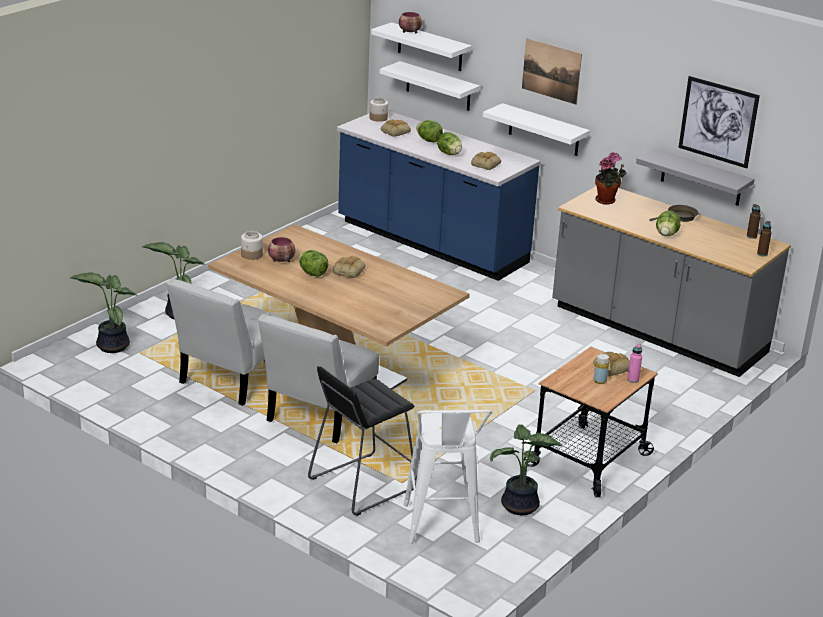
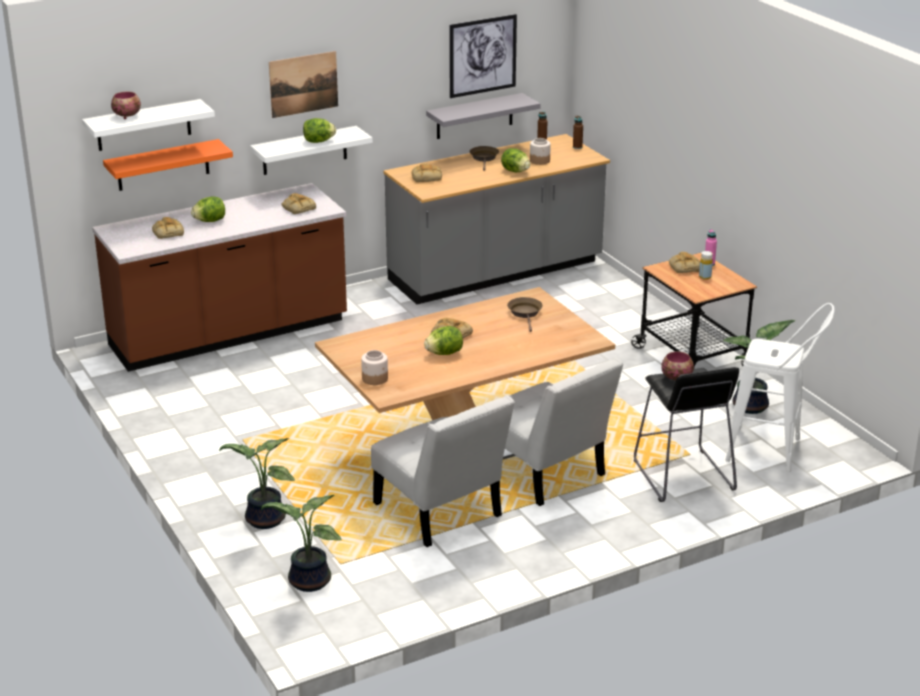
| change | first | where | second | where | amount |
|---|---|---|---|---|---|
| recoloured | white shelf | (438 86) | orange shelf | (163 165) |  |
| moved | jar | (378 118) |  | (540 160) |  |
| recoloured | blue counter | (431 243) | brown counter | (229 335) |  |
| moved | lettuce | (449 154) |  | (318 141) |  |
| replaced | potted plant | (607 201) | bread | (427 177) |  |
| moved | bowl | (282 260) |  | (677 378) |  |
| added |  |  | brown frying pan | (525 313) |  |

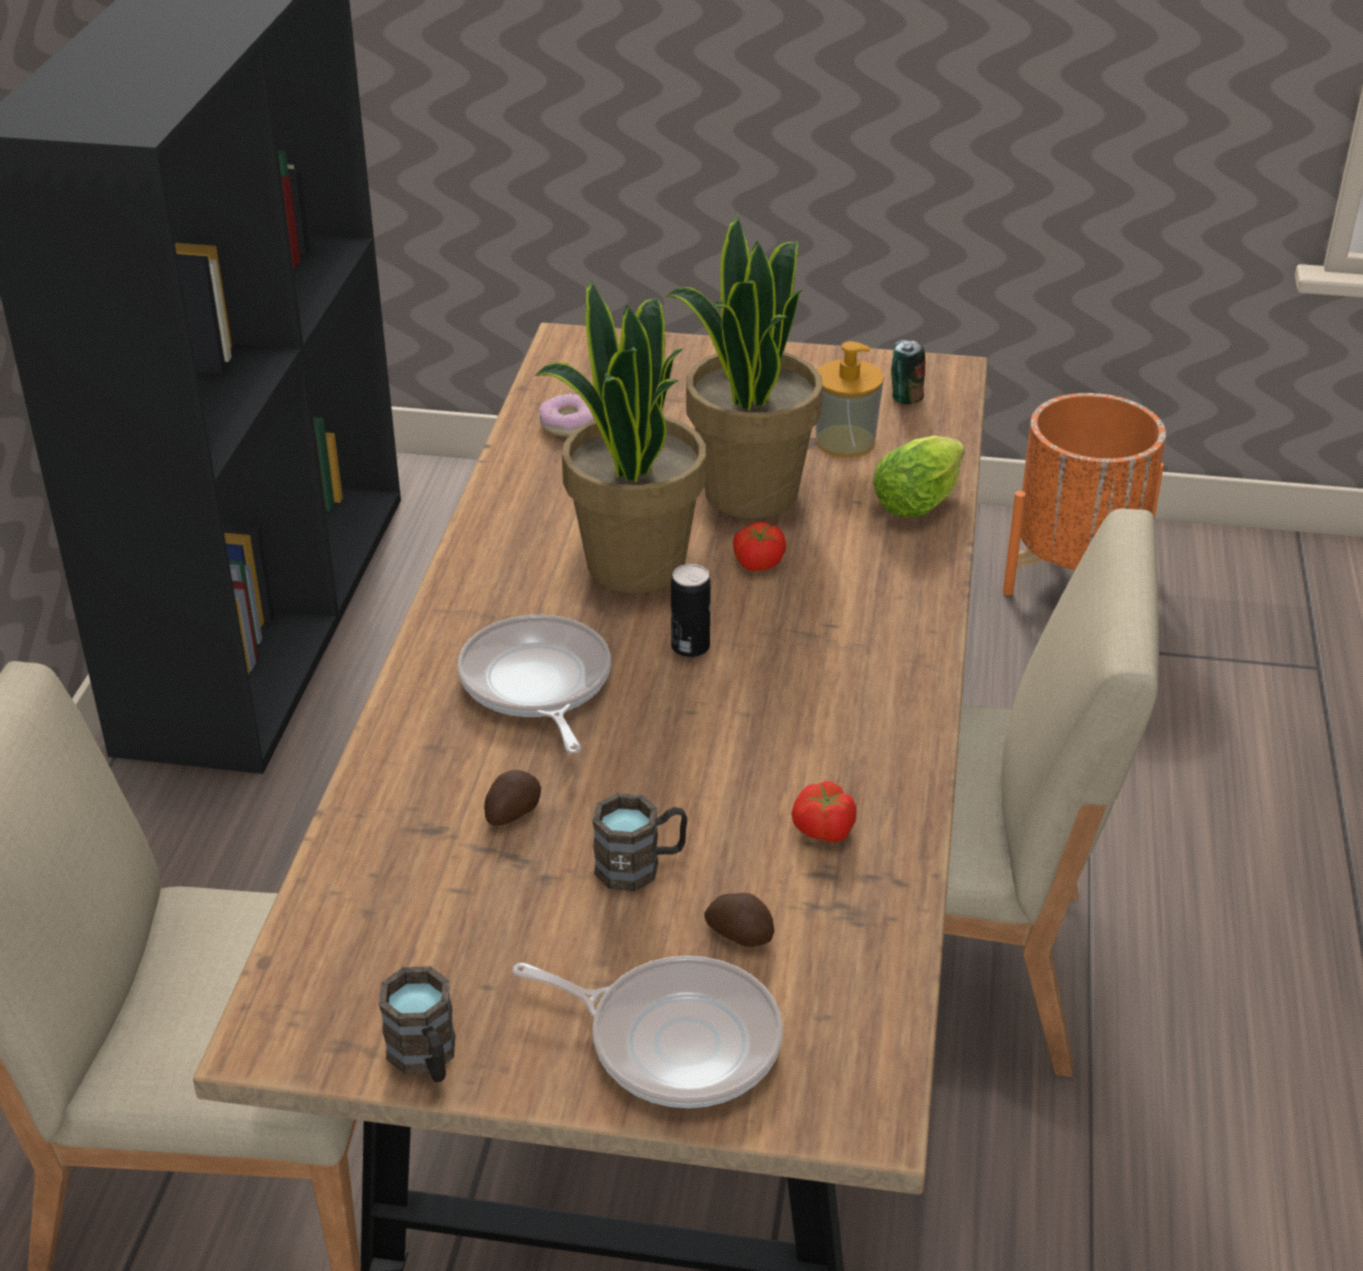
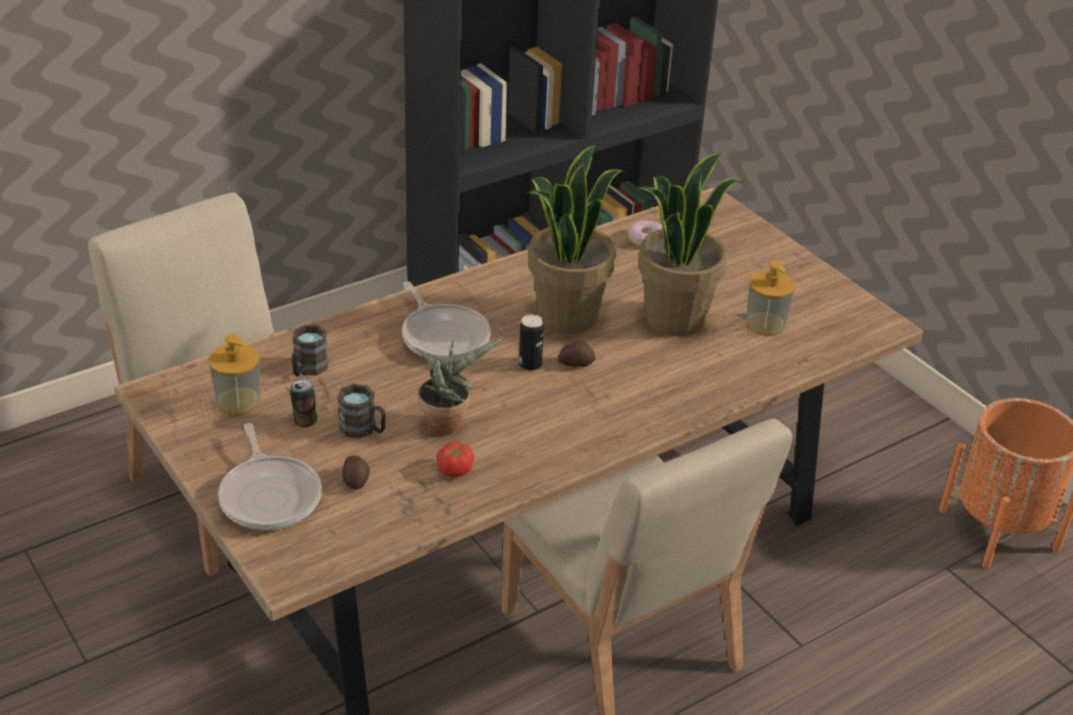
| change | first | where | second | where | amount |
|---|---|---|---|---|---|
| moved | can | (905 397) |  | (305 420) |  |
| removed | lettuce | (921 501) |  |  |  |
| removed | tomato | (757 562) |  |  |  |
| turned | frying pan | (536 685) |  | (443 336) | 120 degrees clockwise |
| moved | potato | (512 811) |  | (576 363) |  |
| moved | brown mug | (426 1059) |  | (307 369) |  |
| added |  |  | soap dispenser | (238 401) |  |
| added |  |  | potted plant | (447 423) |  |

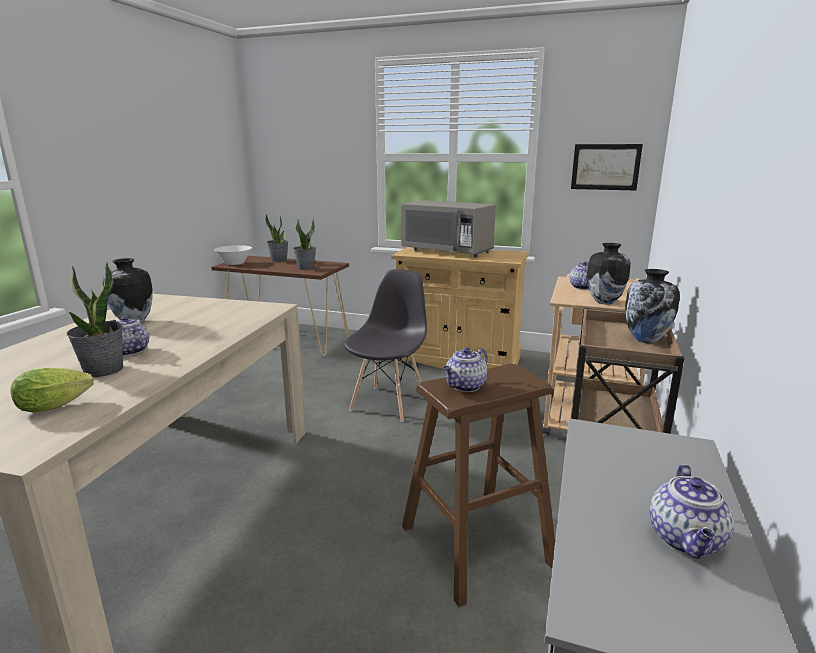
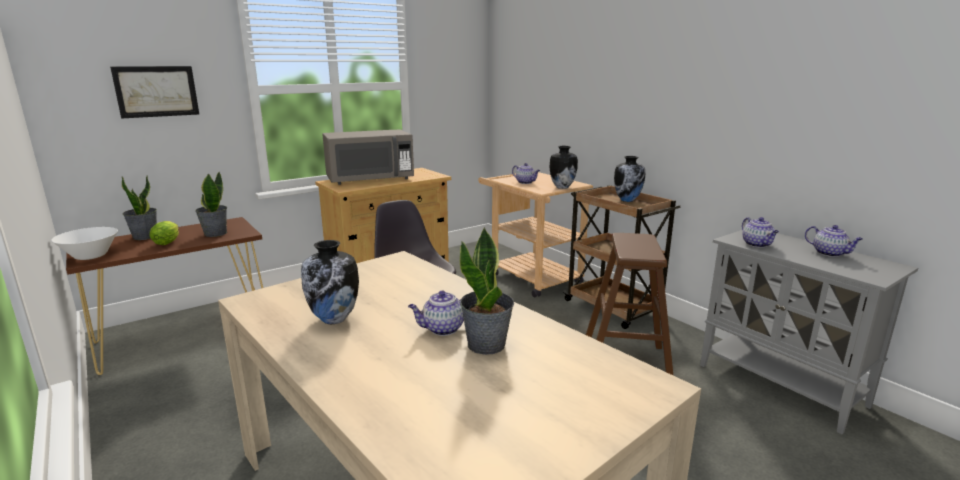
| change | first | where | second | where | amount |
|---|---|---|---|---|---|
| moved | picture | (605 167) |  | (156 91) |  |
| moved | teapot | (465 386) |  | (757 244) |  |
| moved | lettuce | (58 406) |  | (168 242) |  |

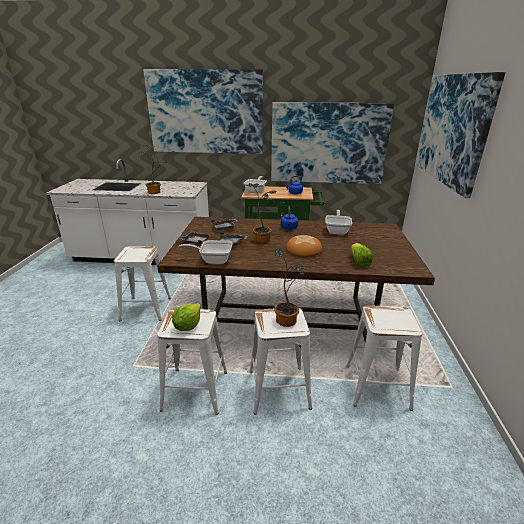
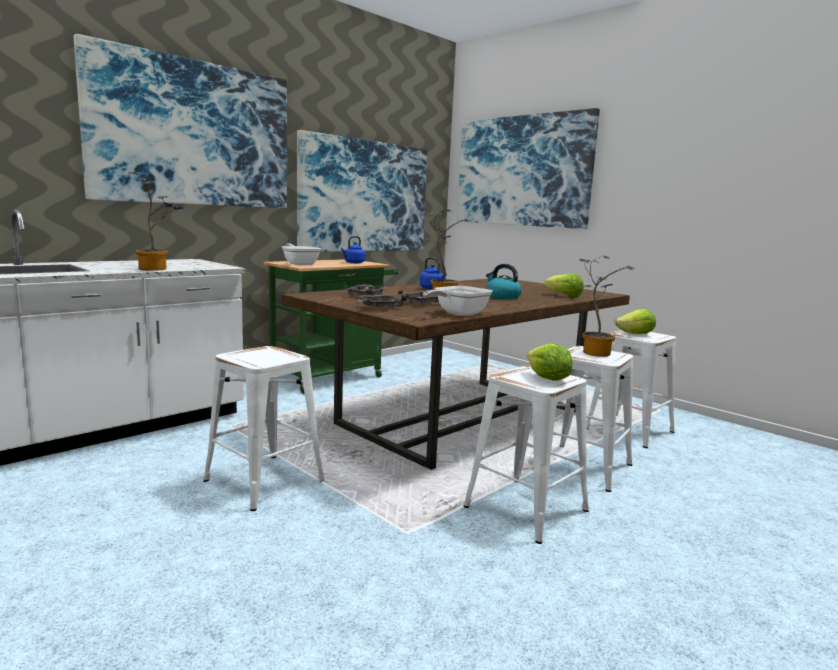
| change | first | where | second | where | amount |
|---|---|---|---|---|---|
| removed | frying pan | (337 231) |  |  |  |
| replaced | bread | (303 250) | kettle | (502 297) |  |
| added |  |  | lettuce | (636 334) |  |

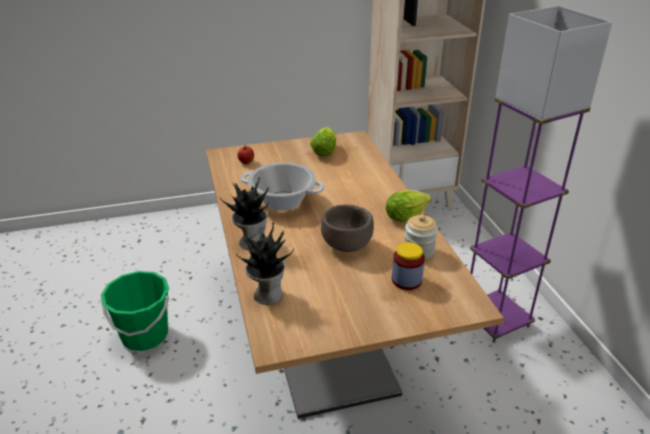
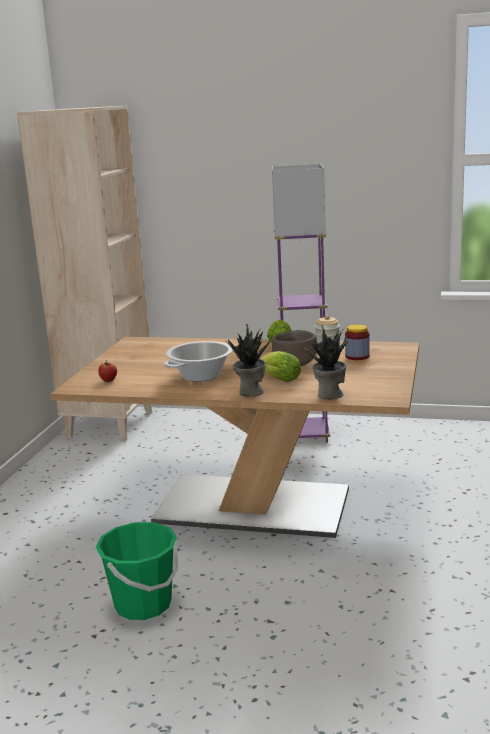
| change | first | where | second | where | amount |
|---|---|---|---|---|---|
| moved | lettuce | (325 151) |  | (278 379) |  |

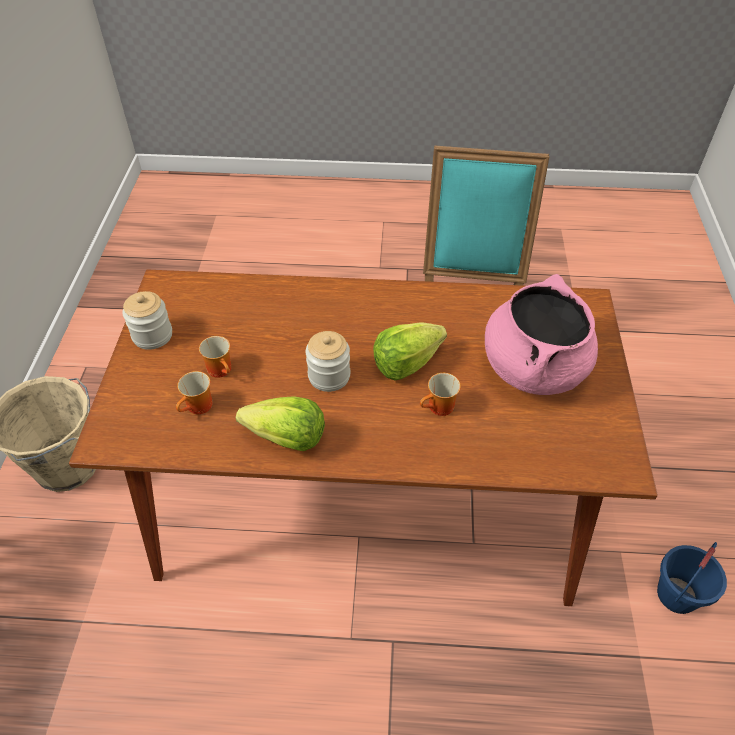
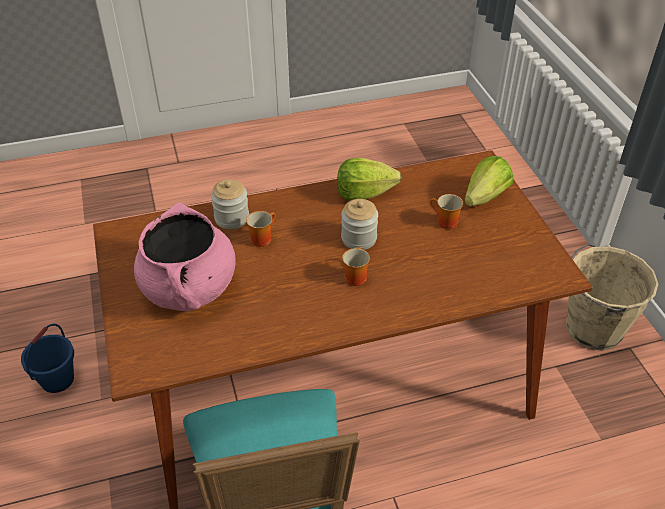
| change | first | where | second | where | amount |
|---|---|---|---|---|---|
| moved | jar | (152 335) |  | (232 218) |  |
| moved | lettuce | (406 363) |  | (485 197) |  |
| moved | mug | (199 407) |  | (354 276) |  |

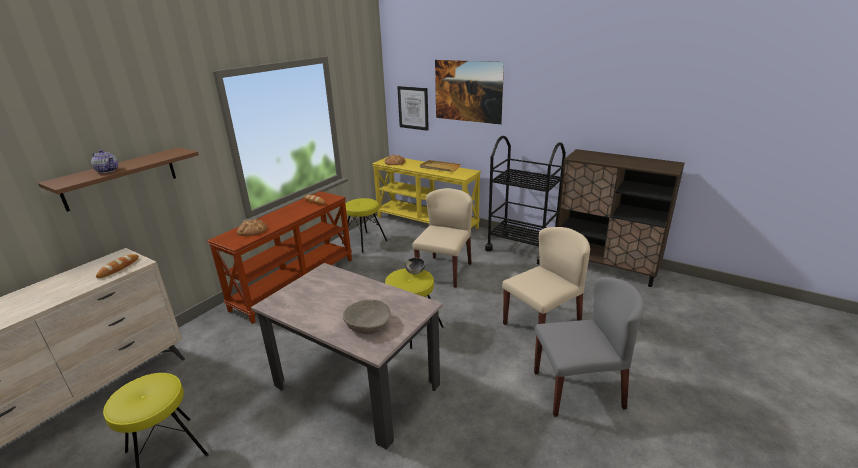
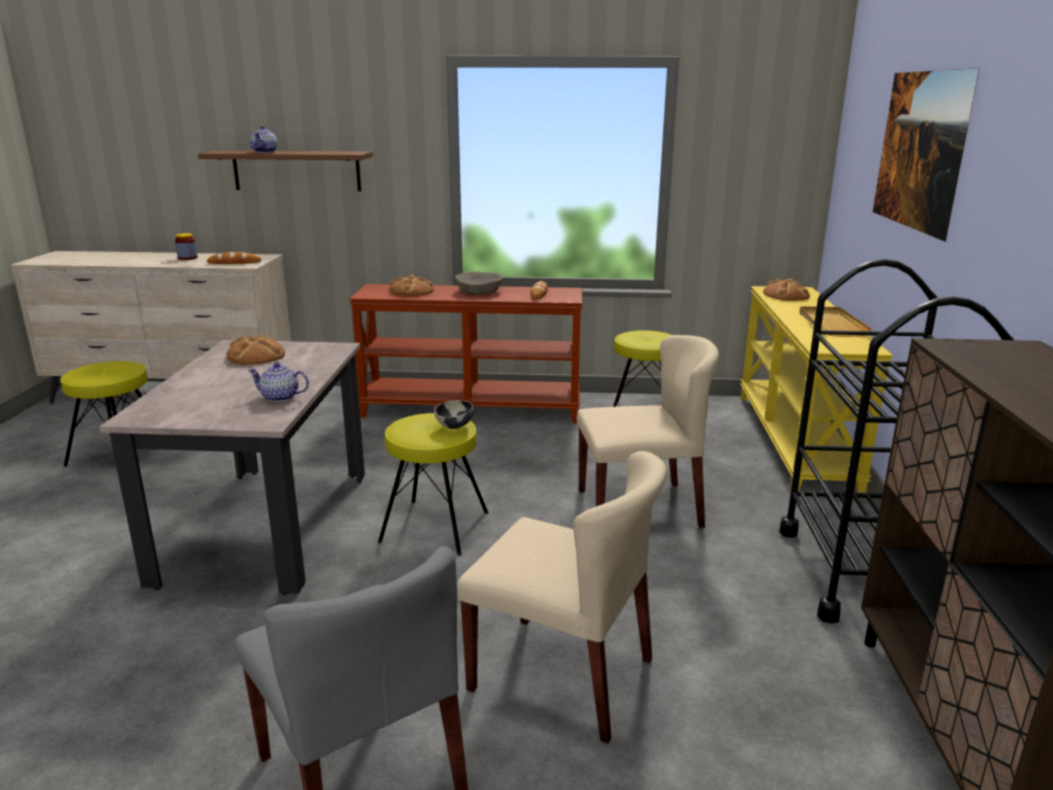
| change | first | where | second | where | amount |
|---|---|---|---|---|---|
| removed | picture | (413 108) |  |  |  |
| moved | beige bowl | (367 324) |  | (479 291) |  |
| added |  |  | jar | (187 258) |  |
| added |  |  | bread | (255 356) |  |
| added |  |  | teapot | (280 397) |  |

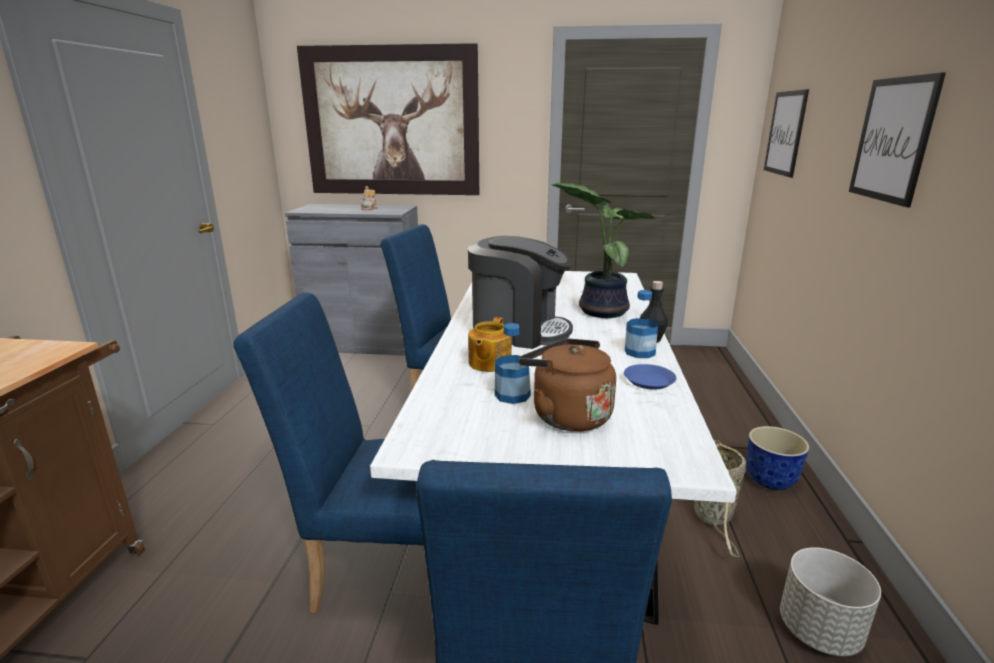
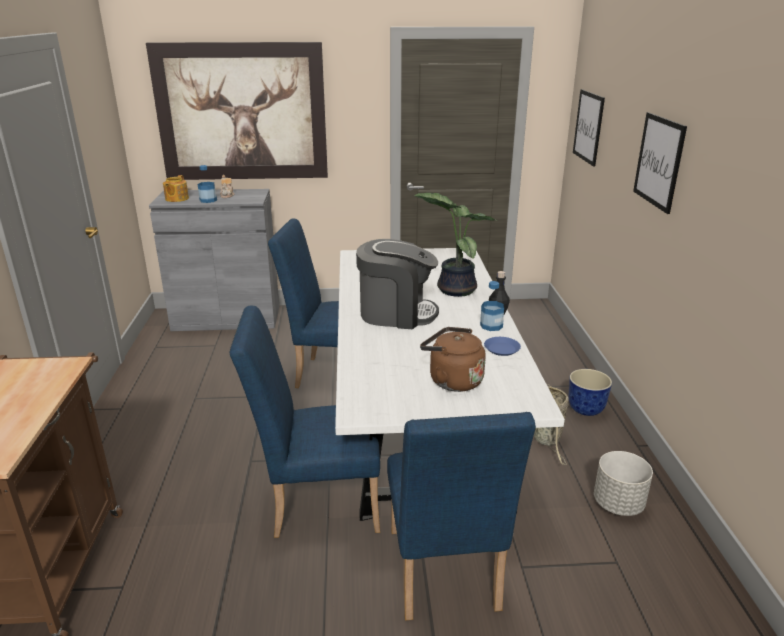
| change | first | where | second | where | amount |
|---|---|---|---|---|---|
| moved | teapot | (489 363) |  | (176 199) |  |
| moved | bottle | (512 395) |  | (208 200) |  |

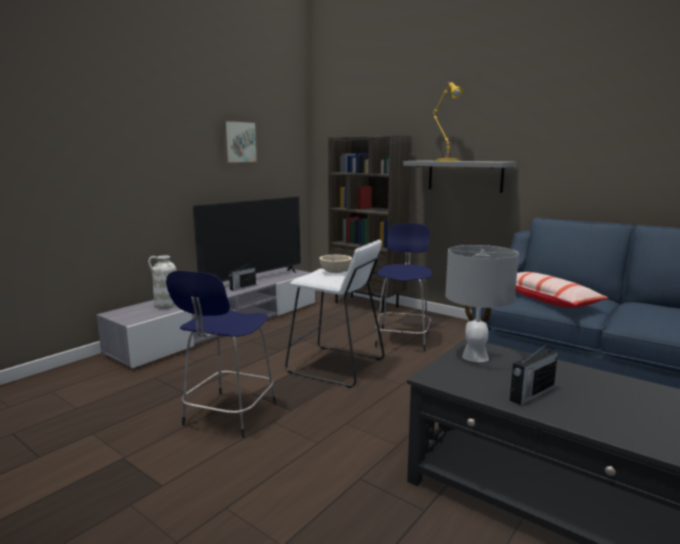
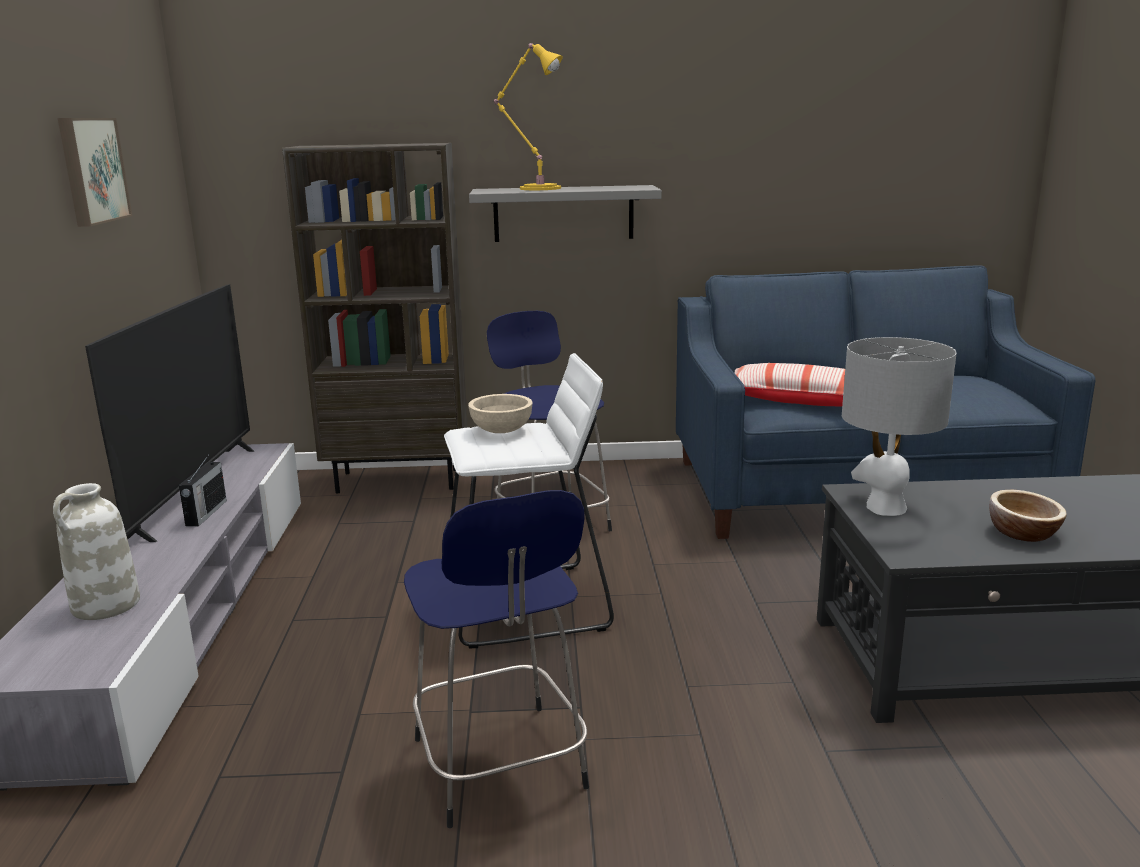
| change | first | where | second | where | amount |
|---|---|---|---|---|---|
| replaced | radio | (531 394) | bowl | (1022 533) |  |

